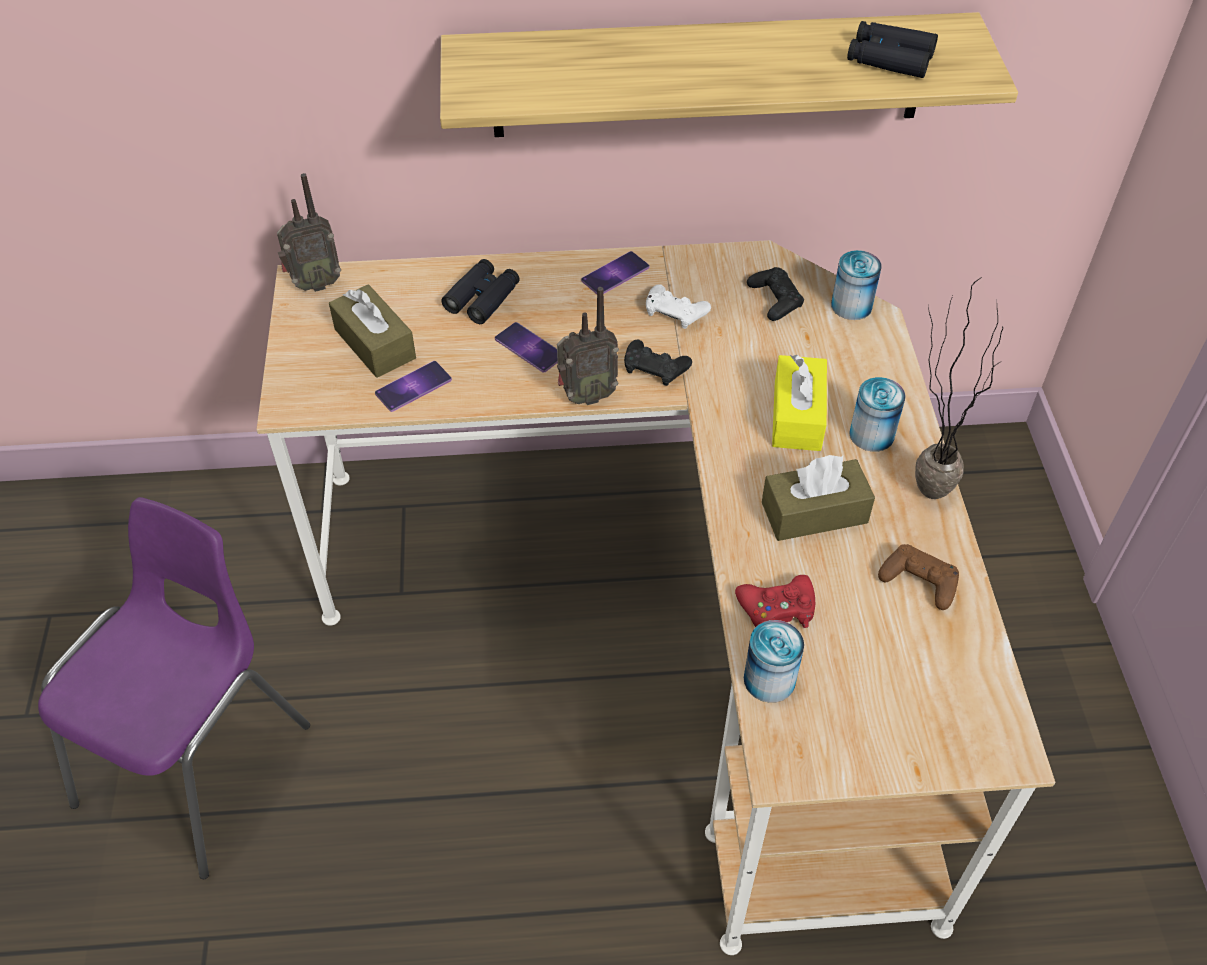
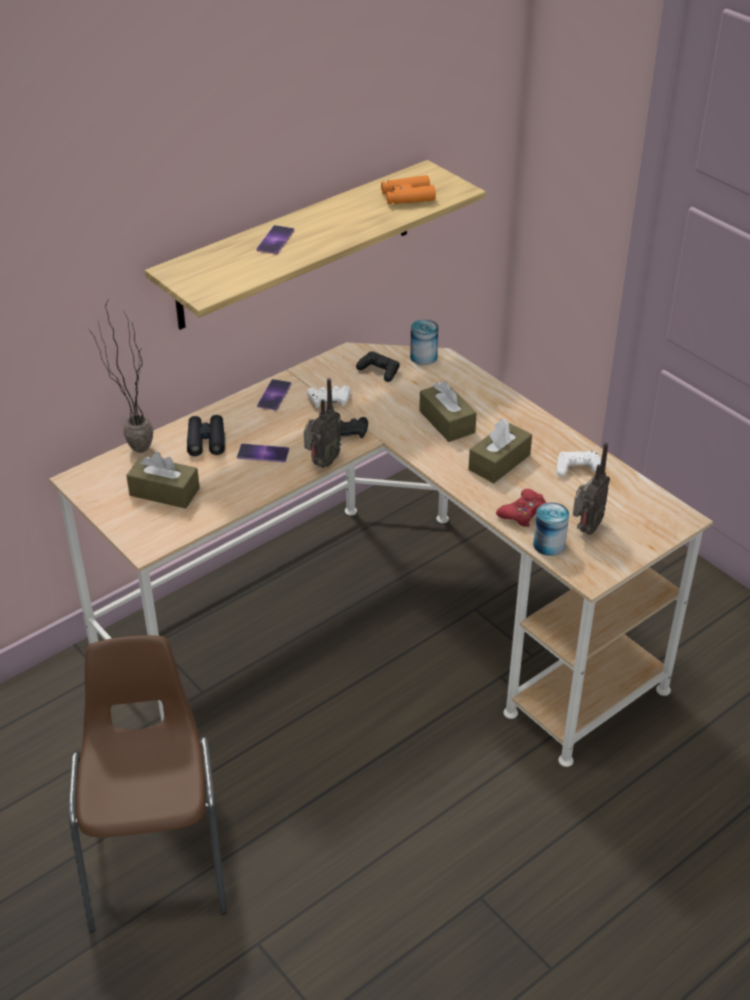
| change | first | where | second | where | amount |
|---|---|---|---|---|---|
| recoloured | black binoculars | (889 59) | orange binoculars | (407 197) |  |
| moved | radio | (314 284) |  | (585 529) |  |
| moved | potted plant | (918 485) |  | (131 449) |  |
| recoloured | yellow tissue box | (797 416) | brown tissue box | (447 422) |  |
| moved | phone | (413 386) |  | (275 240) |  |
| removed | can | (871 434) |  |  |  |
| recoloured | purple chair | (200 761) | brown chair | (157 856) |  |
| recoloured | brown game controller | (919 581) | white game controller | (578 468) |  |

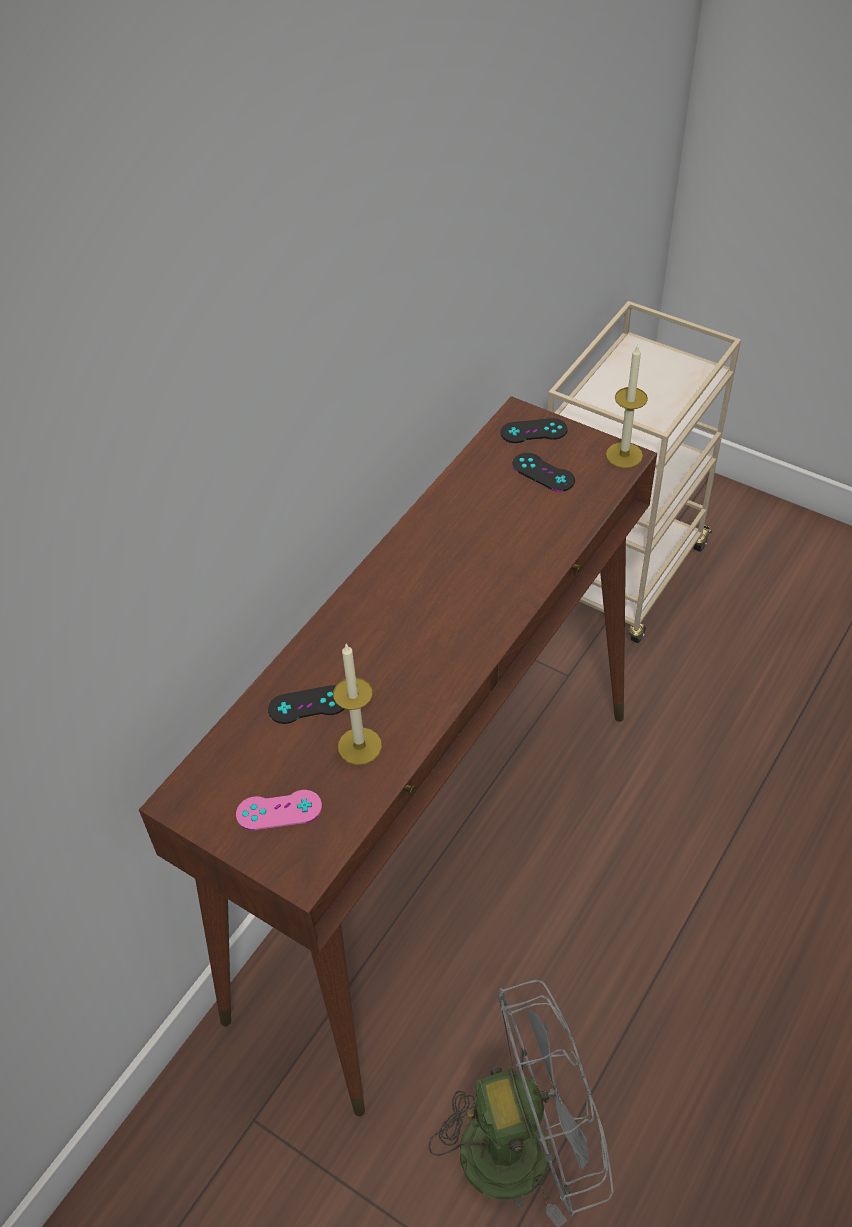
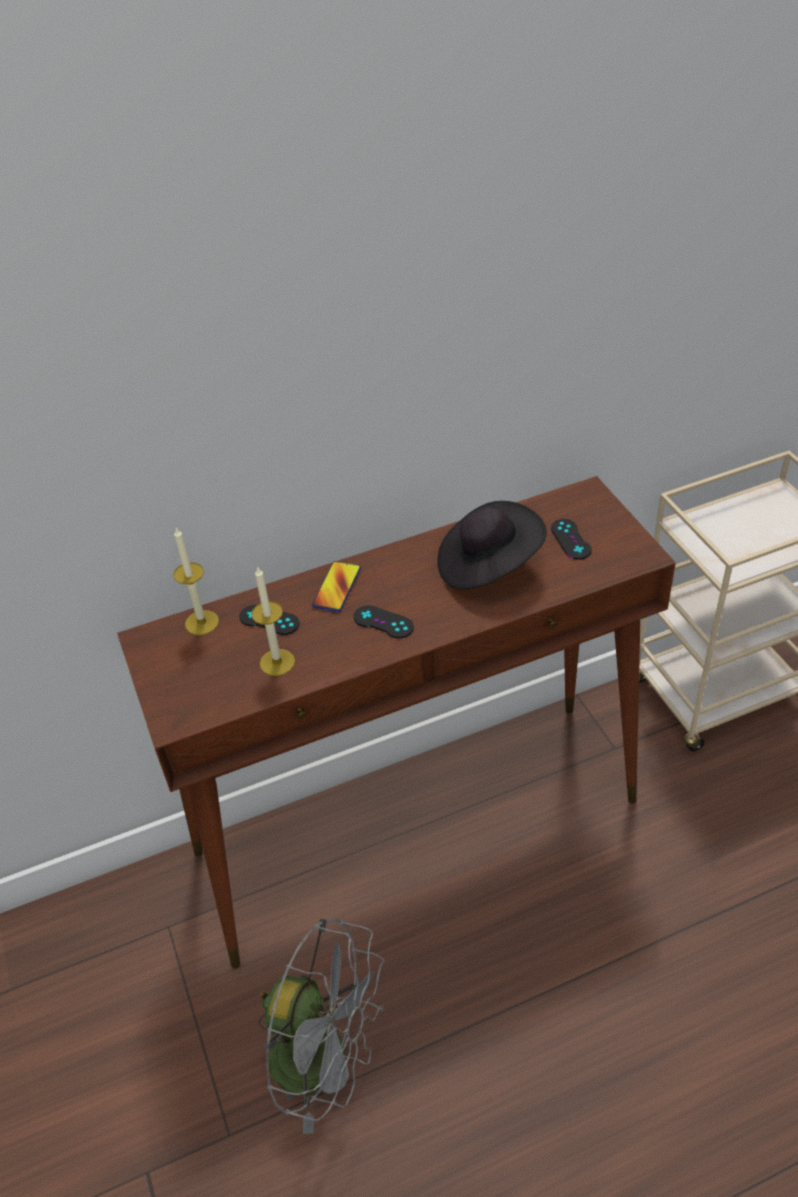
| change | first | where | second | where | amount |
|---|---|---|---|---|---|
| moved | candle | (624 455) |  | (202 622) |  |
| moved | black game controller | (534 431) |  | (383 622) |  |
| removed | pink game controller | (279 810) |  |  |  |
| added |  |  | black hat | (487 565) |  |
| added |  |  | phone | (337 587) |  |

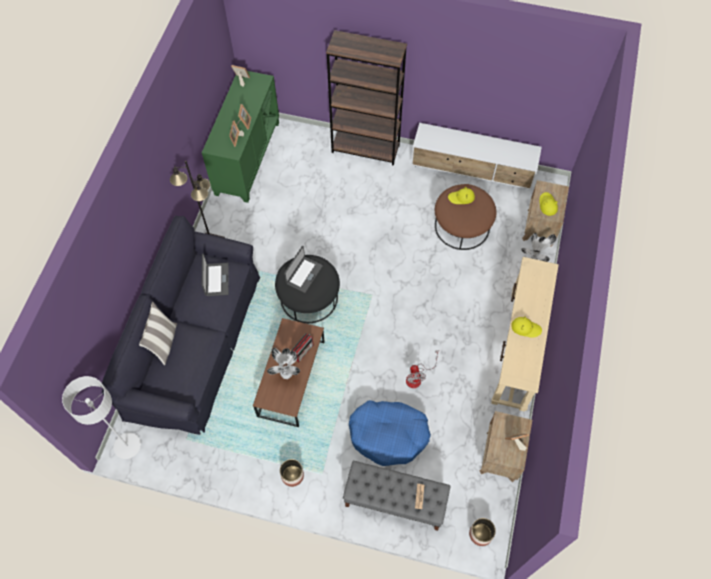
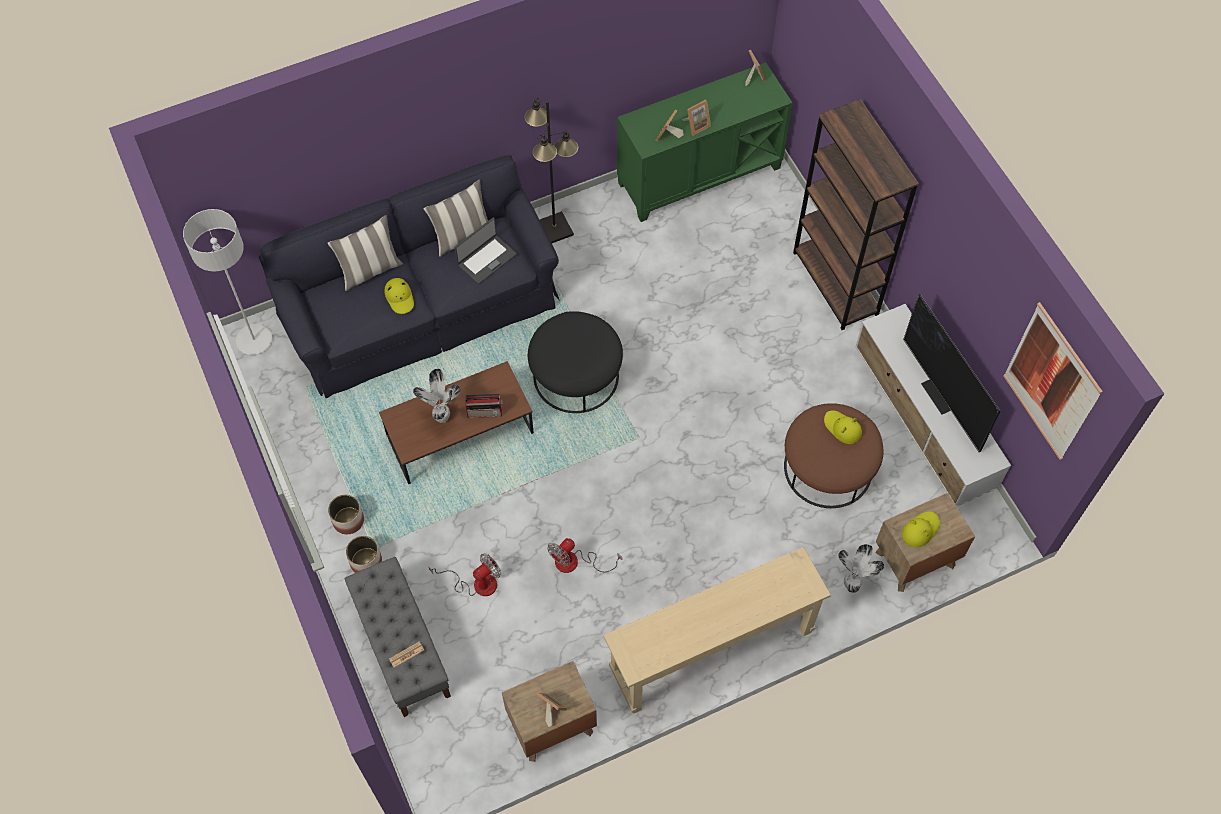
| change | first | where | second | where | amount |
|---|---|---|---|---|---|
| removed | laptop | (303 274) |  |  |  |
| moved | yellow hat | (525 328) |  | (400 297) |  |
| replaced | blue dog bed | (388 435) | fan | (476 583) |  |
| moved | planter | (480 534) |  | (365 562) |  |
| added |  |  | pillow | (462 235) |  |
| added |  |  | television | (941 395) |  |
| added |  |  | picture | (1051 382) |  |

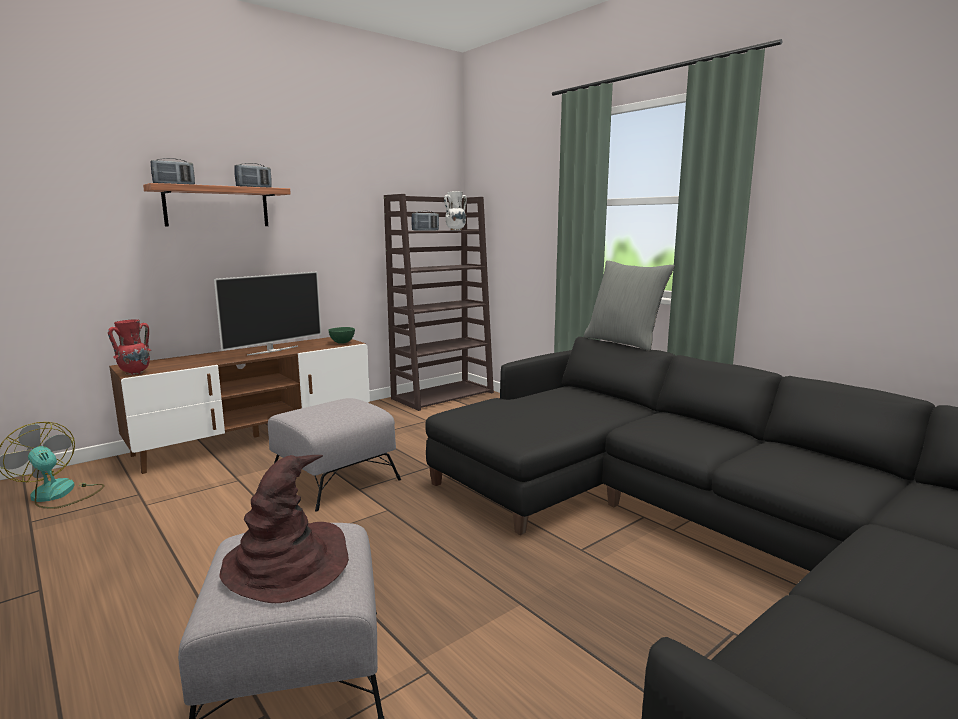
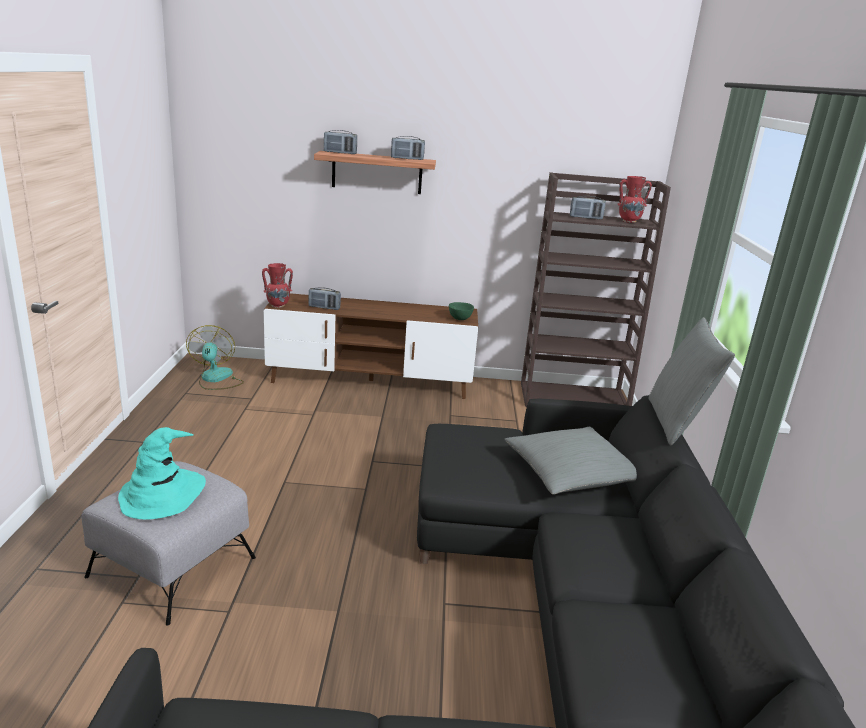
| change | first | where | second | where | amount |
|---|---|---|---|---|---|
| recoloured | white vase | (455 230) | red vase | (628 221) |  |
| removed | television | (272 350) |  |  |  |
| removed | grey ottoman | (335 479) |  |  |  |
| recoloured | brown hat | (287 564) | turquoise hat | (162 494) |  |
| added |  |  | radio | (324 308) |  |
| added |  |  | grey pillow | (570 473) |  |

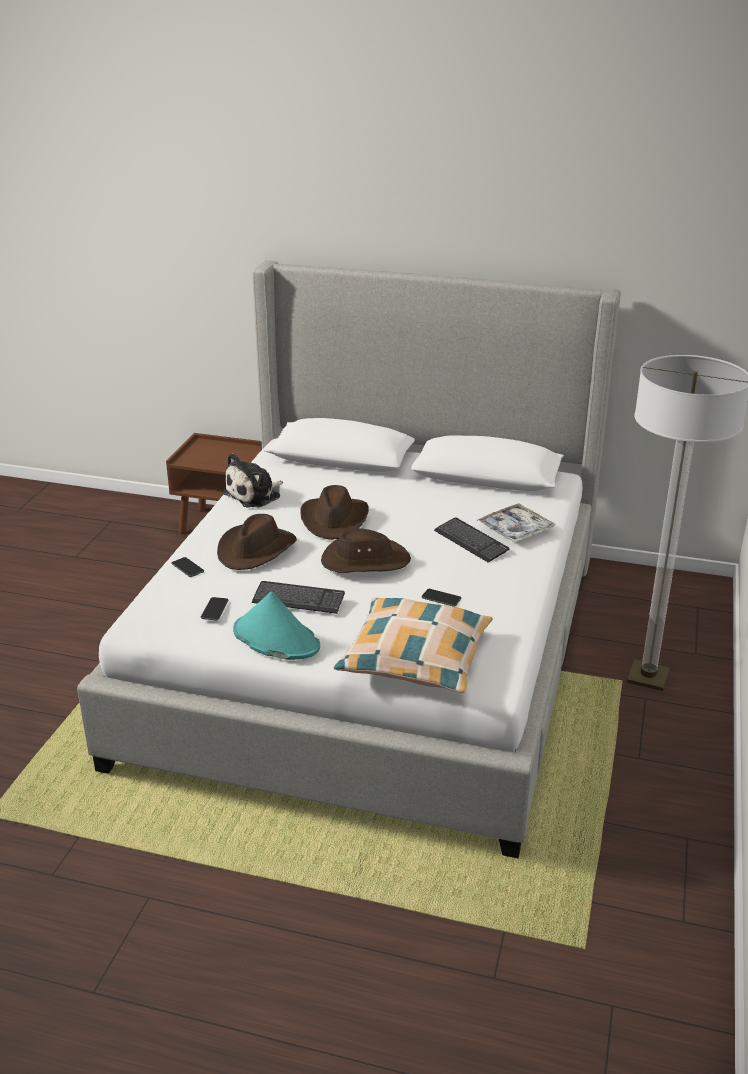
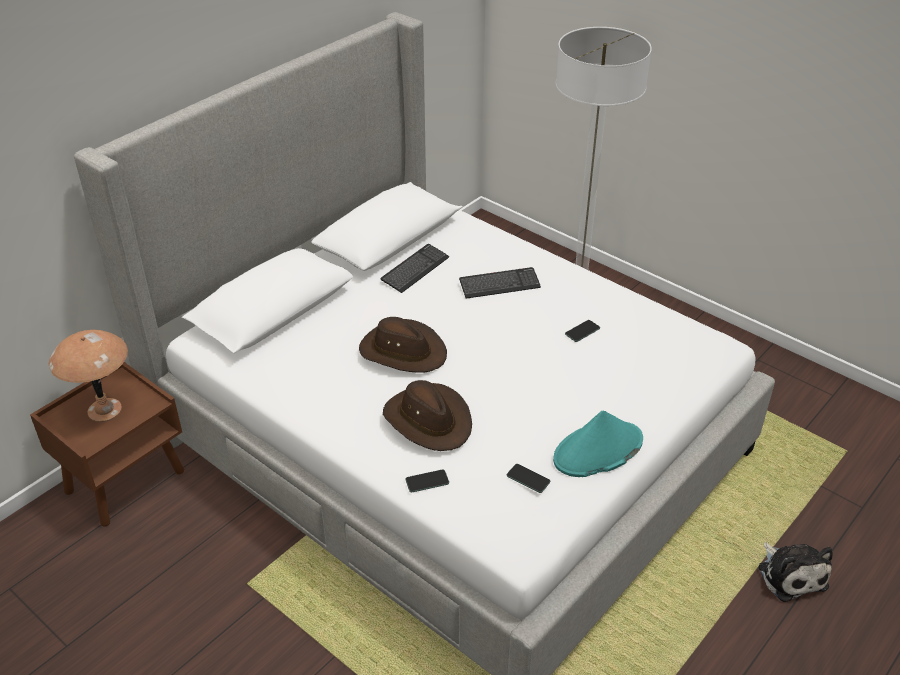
| change | first | where | second | where | amount |
|---|---|---|---|---|---|
| moved | plush toy | (255 495) |  | (790 574) |  |
| removed | tray | (515 529) |  |  |  |
| removed | brown hat | (364 561) |  |  |  |
| moved | keyboard | (298 599) |  | (415 269) |  |
| removed | pillow | (415 657) |  |  |  |
| added |  |  | brown table lamp | (105 410) |  |

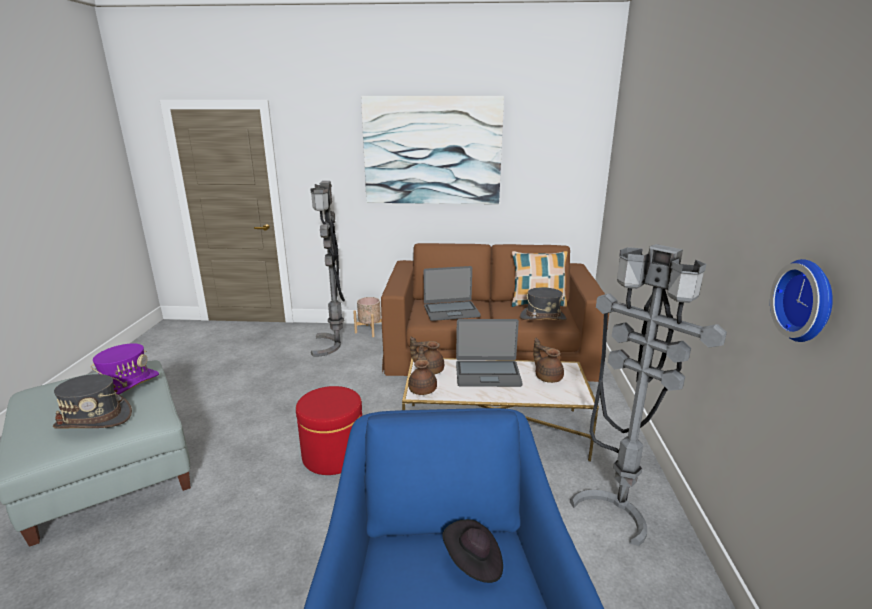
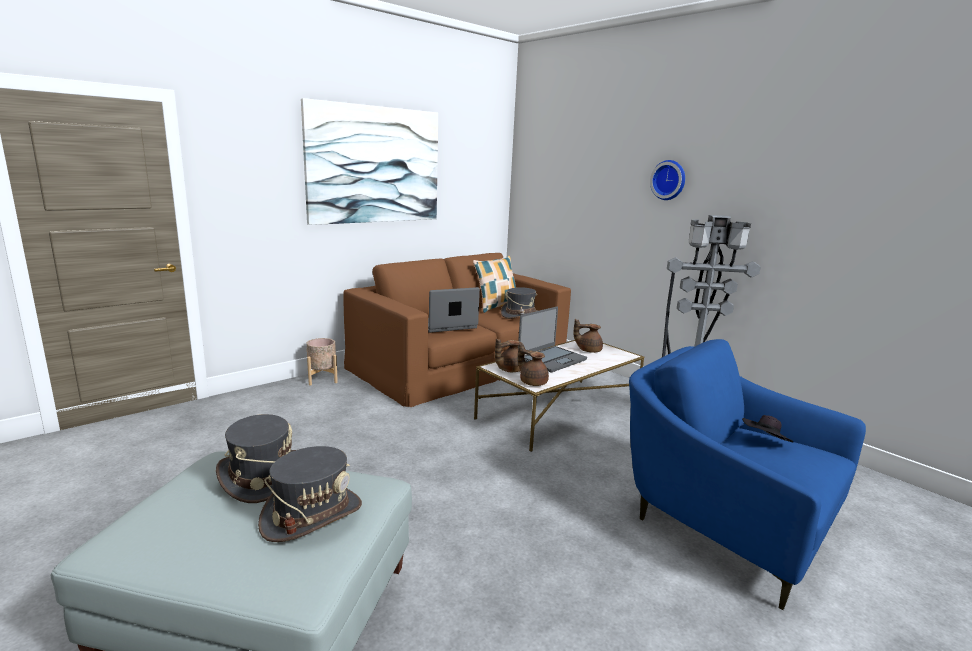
| change | first | where | second | where | amount |
|---|---|---|---|---|---|
| removed | grey floor lamp | (334 345) |  |  |  |
| moved | wall clock | (808 300) |  | (669 180) |  |
| turned | laptop | (451 311) |  | (447 325) | 150 degrees counterclockwise |
| recoloured | purple hat | (127 384) | grey hat | (261 476) |  |
| removed | red ottoman | (333 455) |  |  |  |

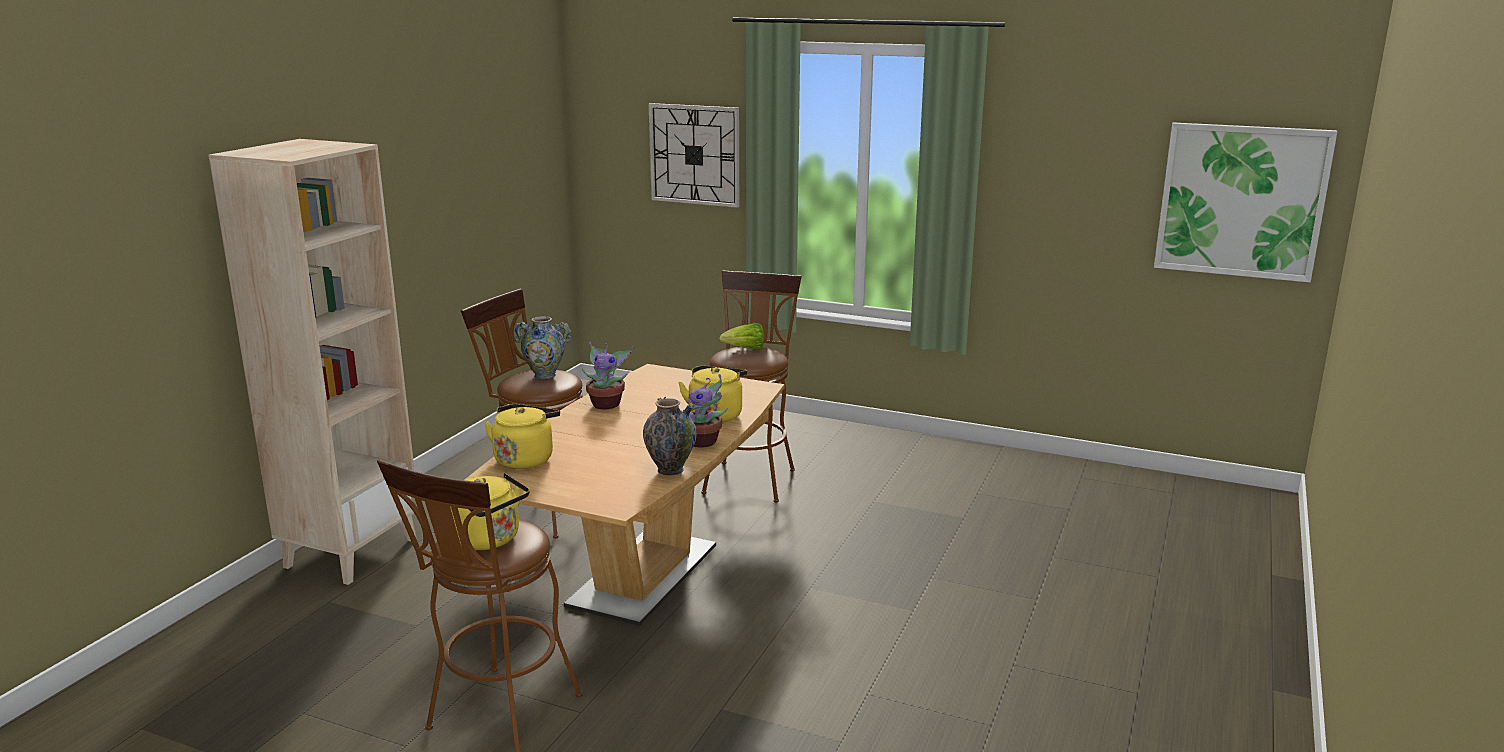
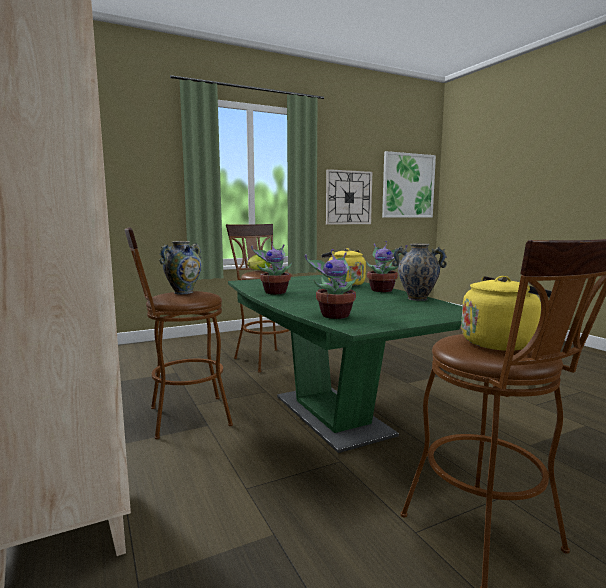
| change | first | where | second | where | amount |
|---|---|---|---|---|---|
| moved | wall clock | (694 154) |  | (348 197) |  |
| recoloured | brown dining table | (643 575) | green dining table | (332 415) |  |
| replaced | yellow kettle | (525 459) | potted plant | (334 315) |  |

